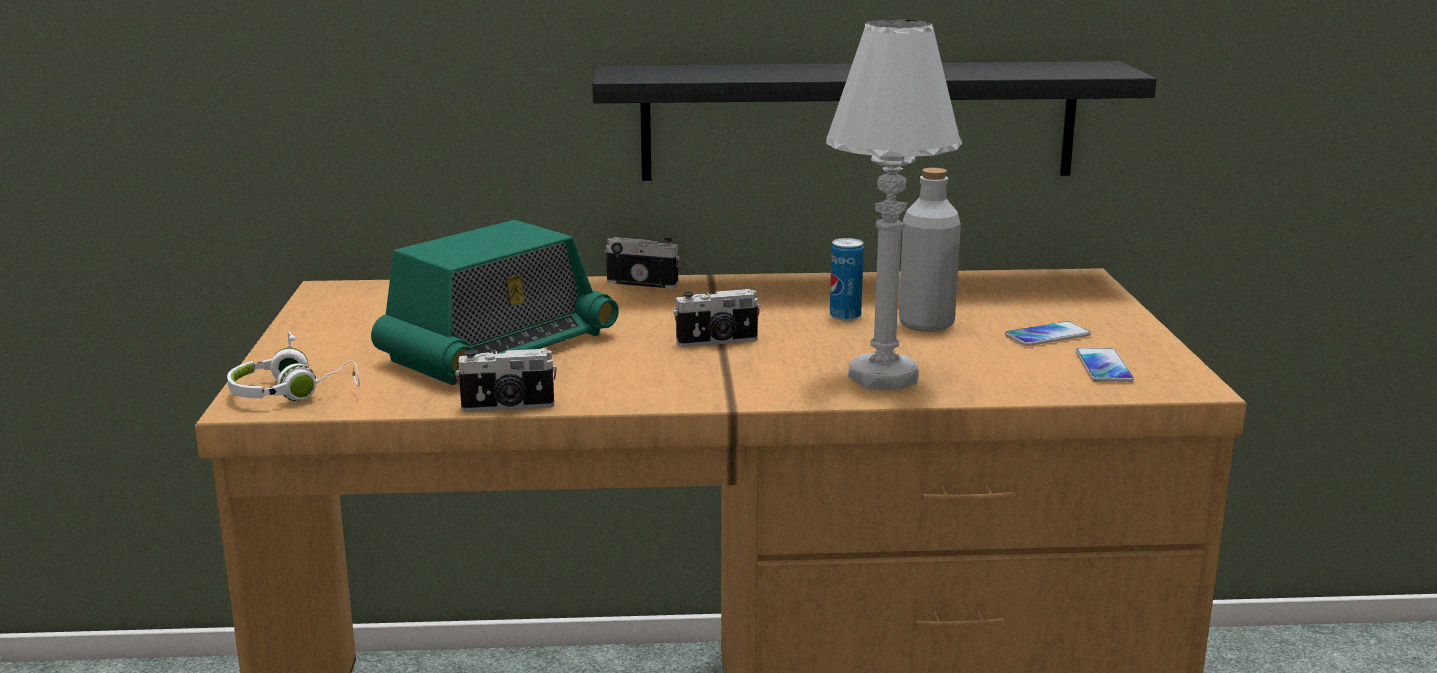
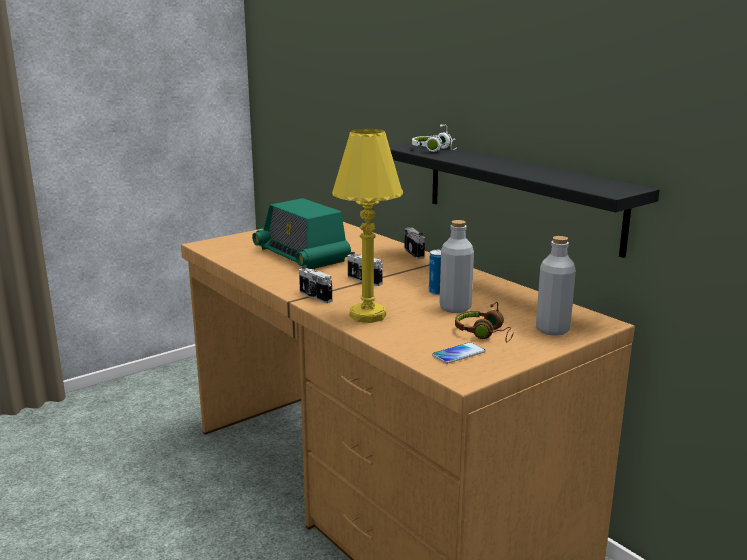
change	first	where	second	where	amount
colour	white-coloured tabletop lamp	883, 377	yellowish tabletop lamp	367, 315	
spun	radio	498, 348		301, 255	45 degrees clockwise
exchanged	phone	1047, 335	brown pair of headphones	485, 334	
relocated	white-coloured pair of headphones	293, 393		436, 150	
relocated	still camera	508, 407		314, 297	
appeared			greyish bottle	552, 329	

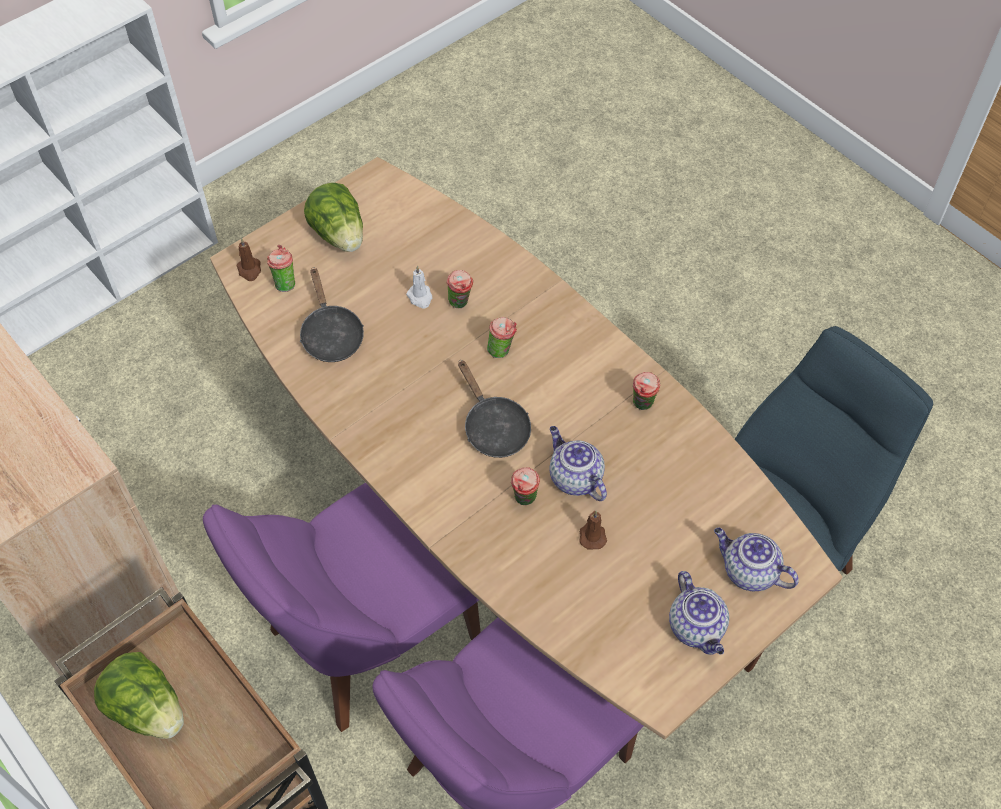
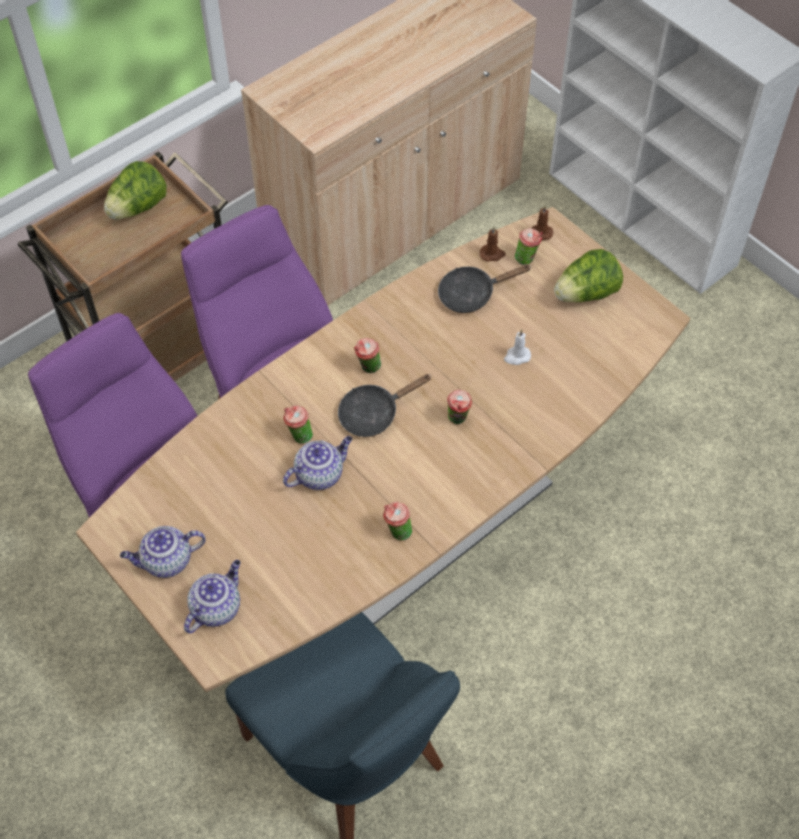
change	first	where	second	where	amount
relocated	drinking cup	460, 304		368, 368	
relocated	brown candle	592, 535		492, 254	

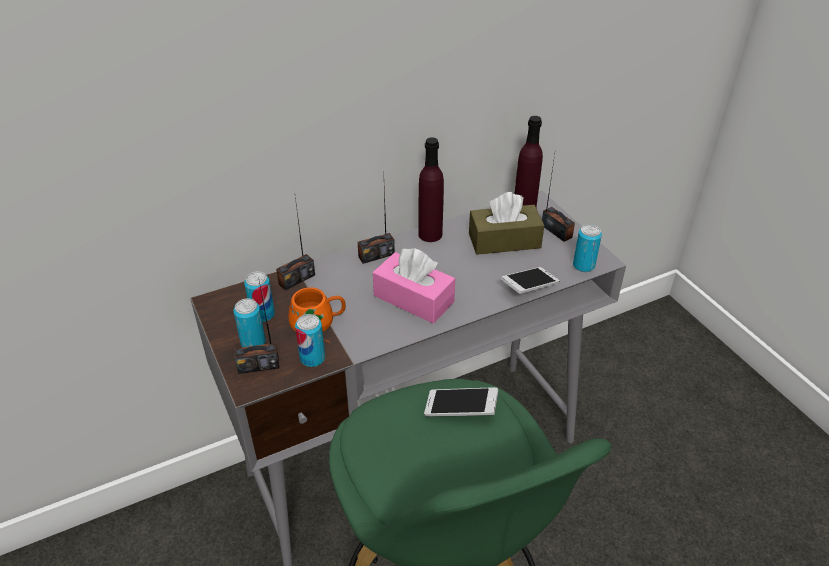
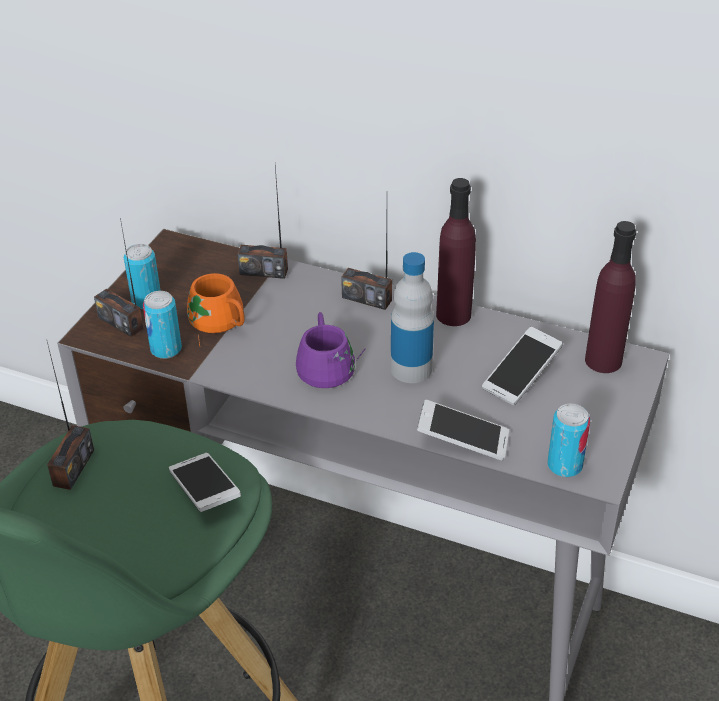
change	first	where	second	where	amount
relocated	radio	556, 231		73, 467	
exchanged	brown box of tissues	504, 241	phone	521, 375	
exchanged	pink box of tissues	413, 299	purplish tea mug	331, 364	
missing	can	263, 315			
appeared			bottle	411, 369	

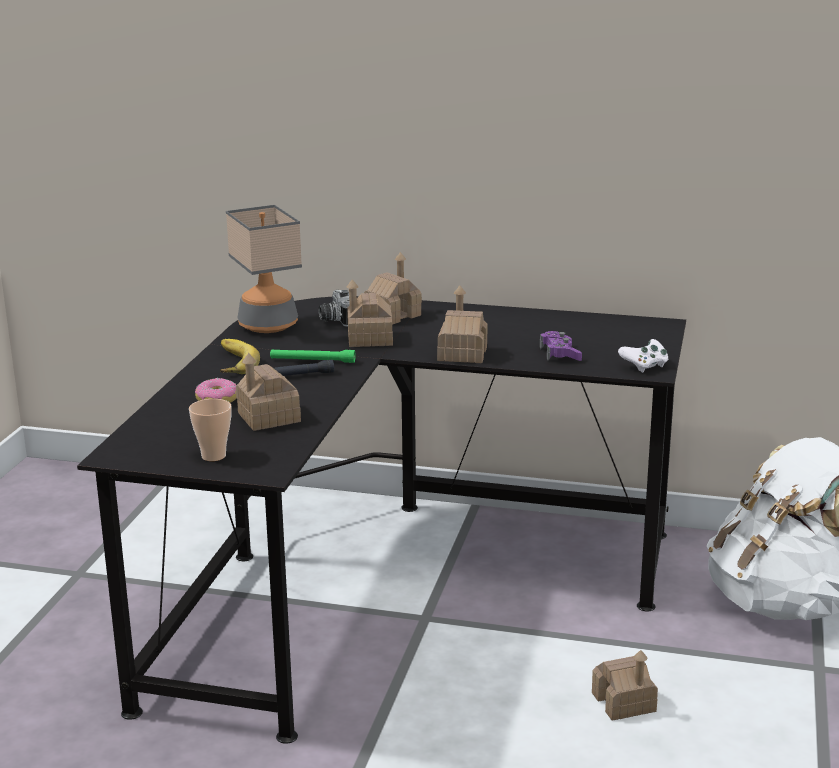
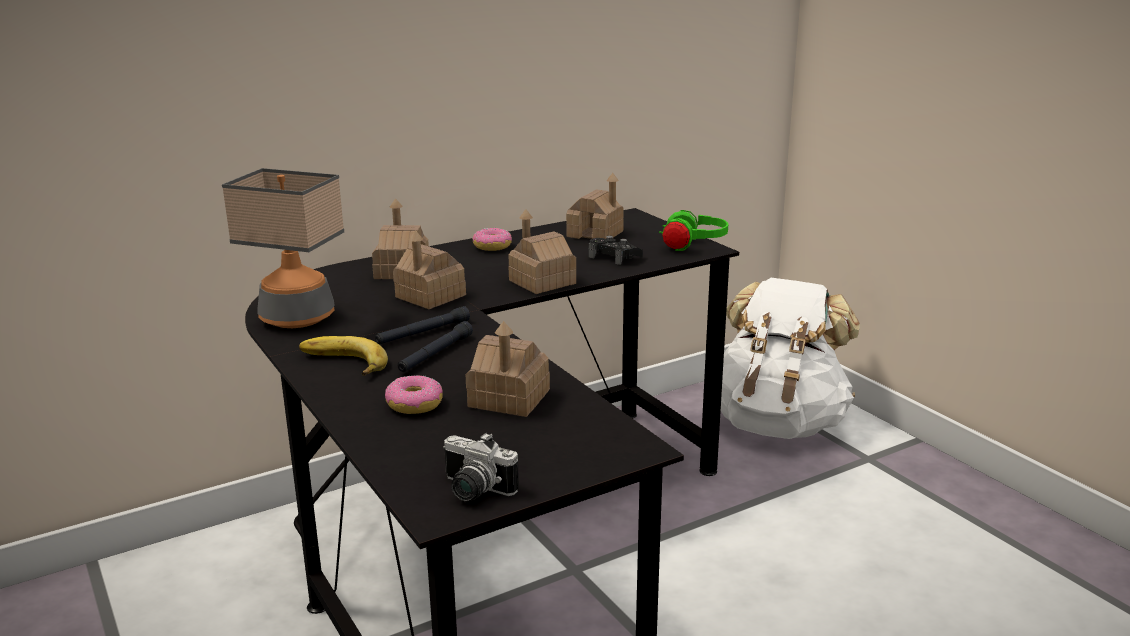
change	first	where	second	where	amount
relocated	still camera	334, 320		473, 491	
colour	purplish gamepad	560, 353	blackish gamepad	614, 257	
exchanged	white-coloured gamepad	644, 366	greenish pair of headphones	693, 246	
colour	greenish flashlight	312, 361	blackish flashlight	423, 333	
missing	drinking cup	213, 456			
relocated	toy house	624, 702		595, 234	
appeared			doughnut	492, 246	

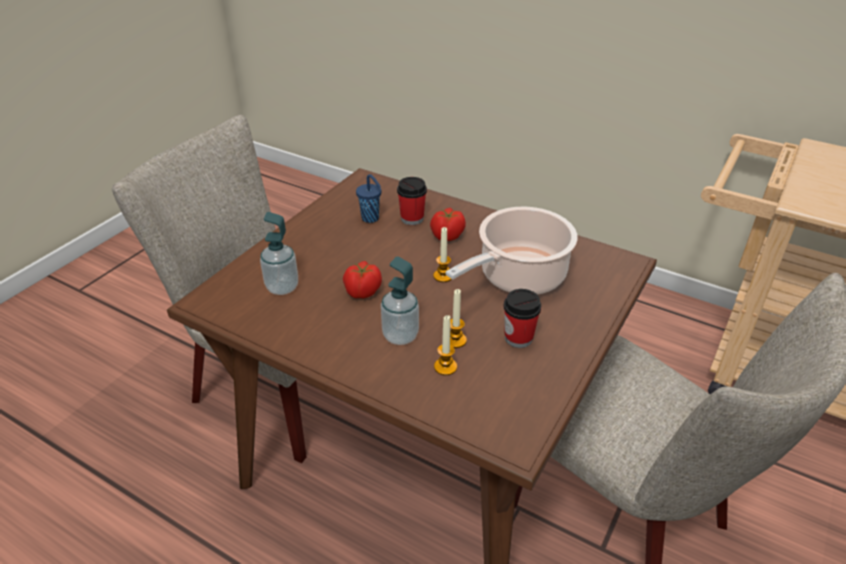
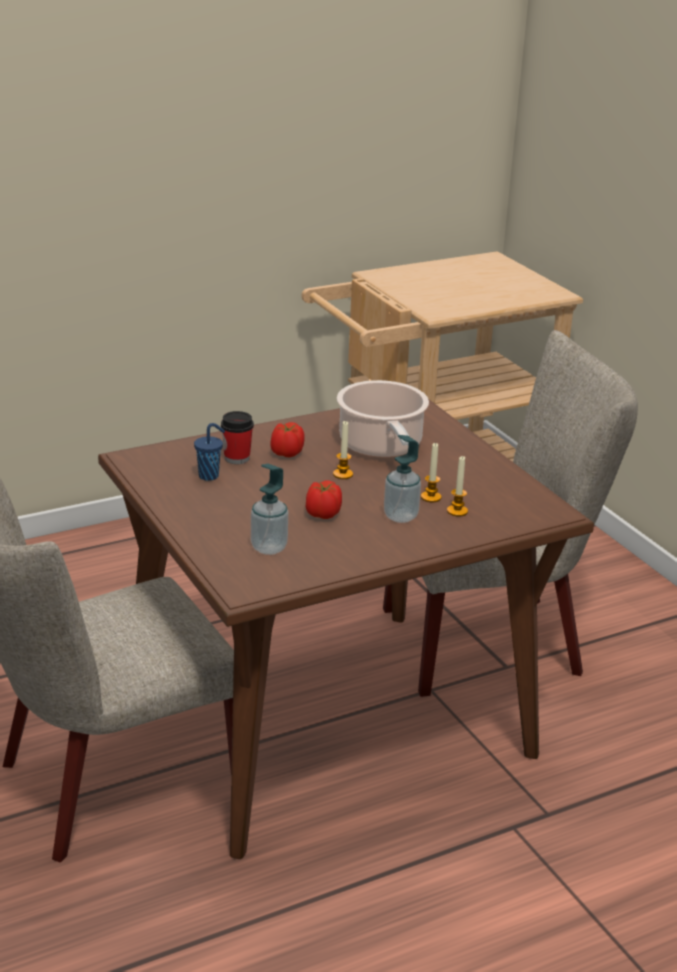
change	first	where	second	where	amount
missing	drinking cup	518, 338			

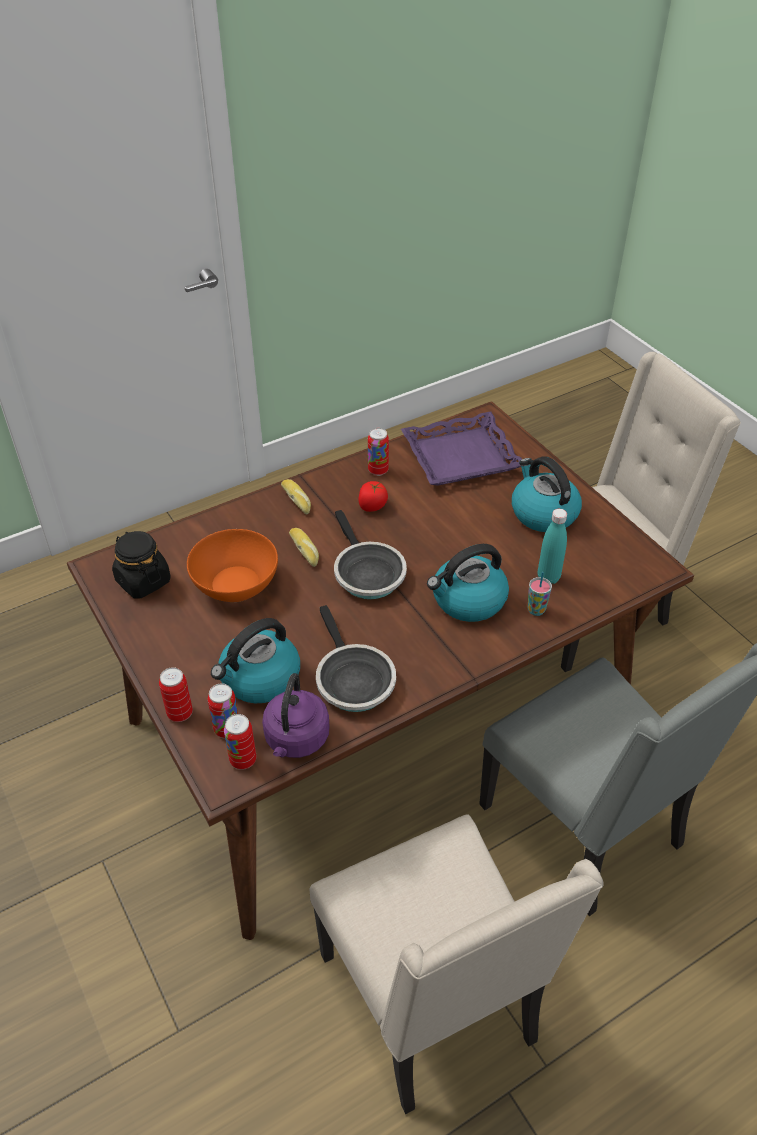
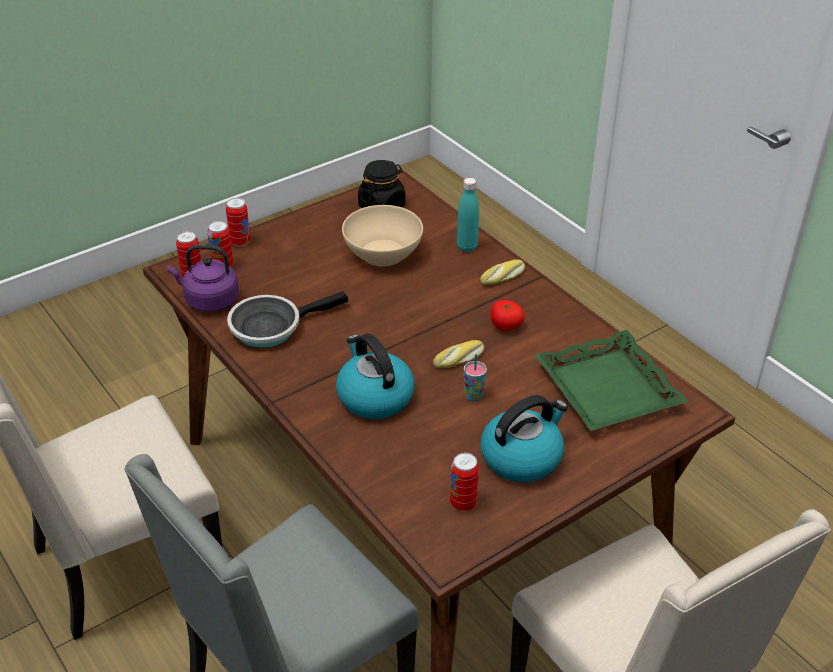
change	first	where	second	where	amount
colour	purplish tray	461, 457	greenish tray	606, 389	
relocated	can	378, 470		463, 503	
relocated	turquoise-coloured bottle	548, 577		467, 247	
missing	skillet	366, 573			
relocated	bread	305, 550		459, 360	
colour	orangey bowl	236, 584	beige bowl	383, 253	
relocated	drinking cup	536, 610		473, 396	
missing	kettle	259, 679			

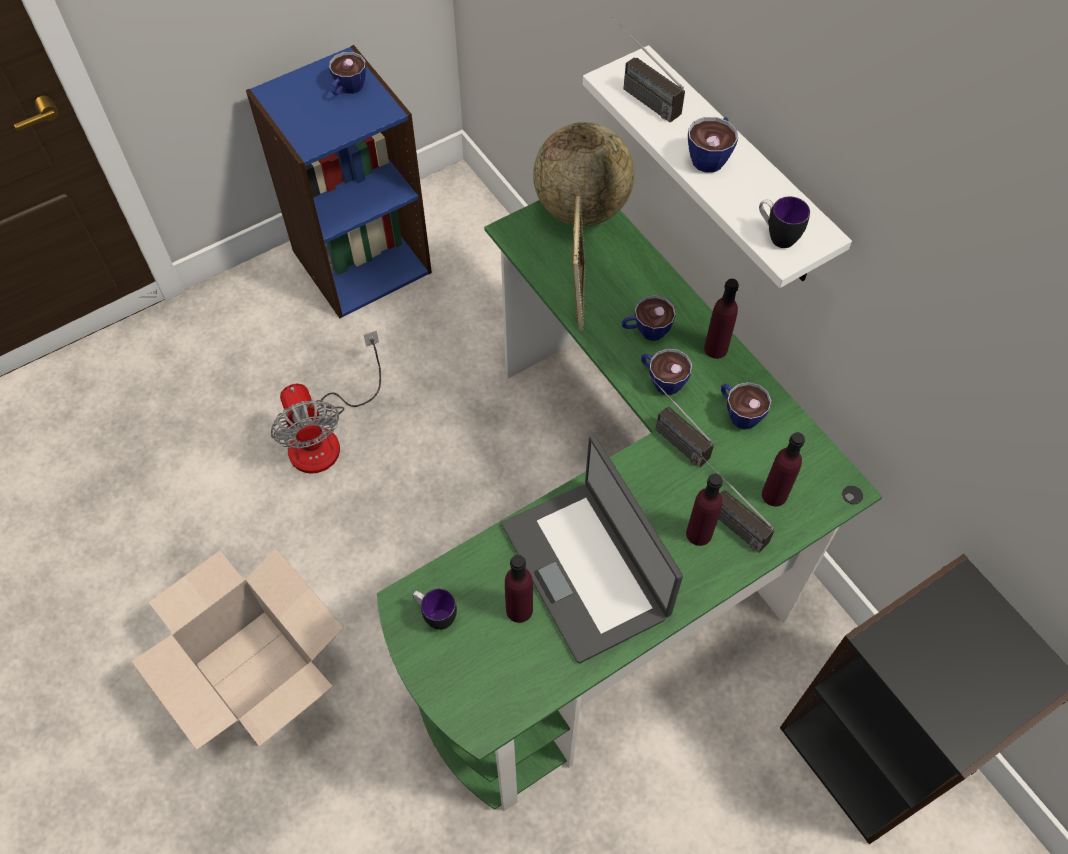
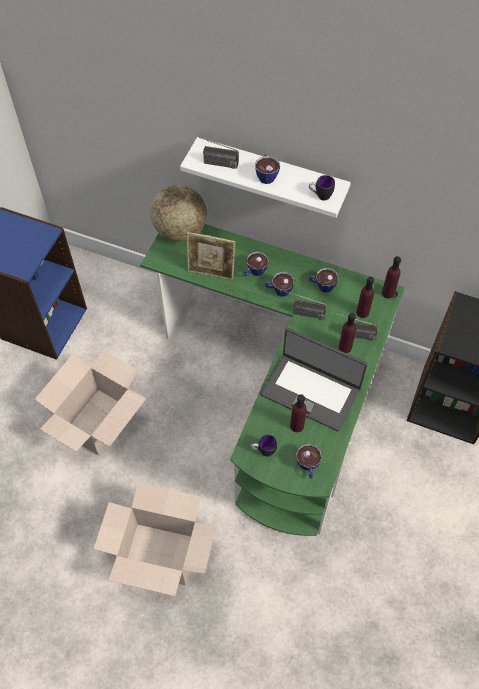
change	first	where	second	where	amount
relocated	drinking cup	348, 89		308, 467	
spun	photo frame	578, 296		211, 273	135 degrees clockwise
relocated	purplish bottle	715, 349		388, 293	
exchanged	electric fan	326, 435	cardboard box	98, 421	

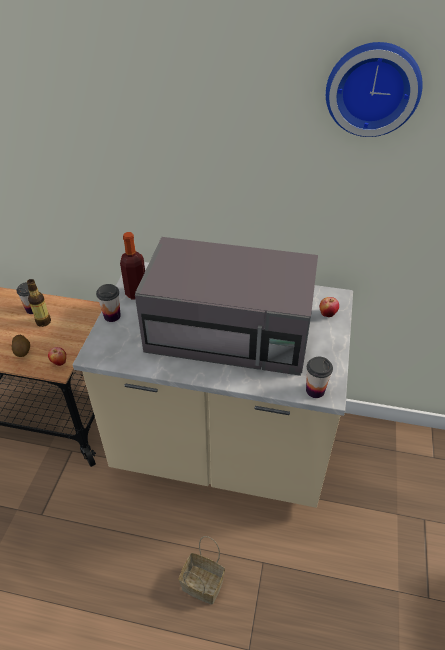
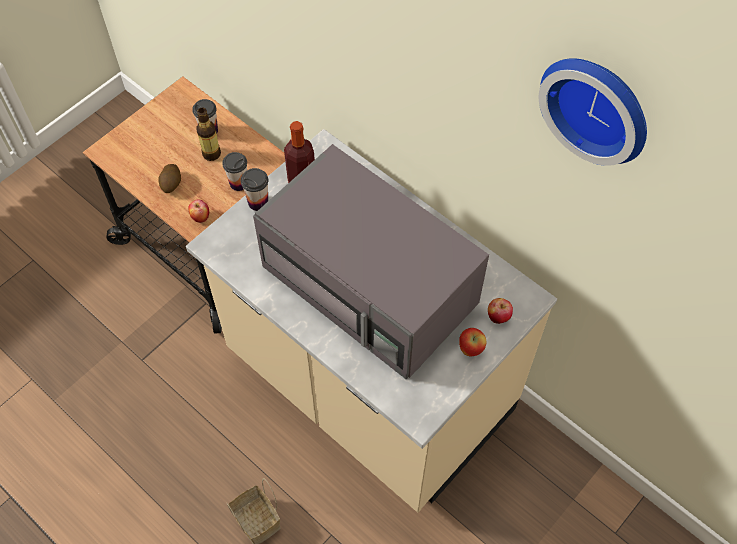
change	first	where	second	where	amount
relocated	drinking cup	315, 390		238, 183	
appeared			apple fruit	471, 348	

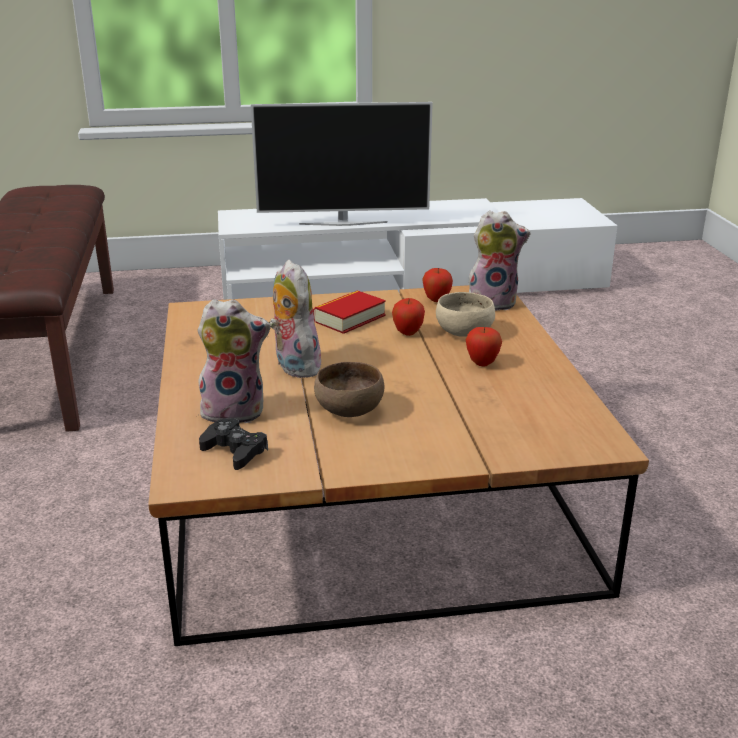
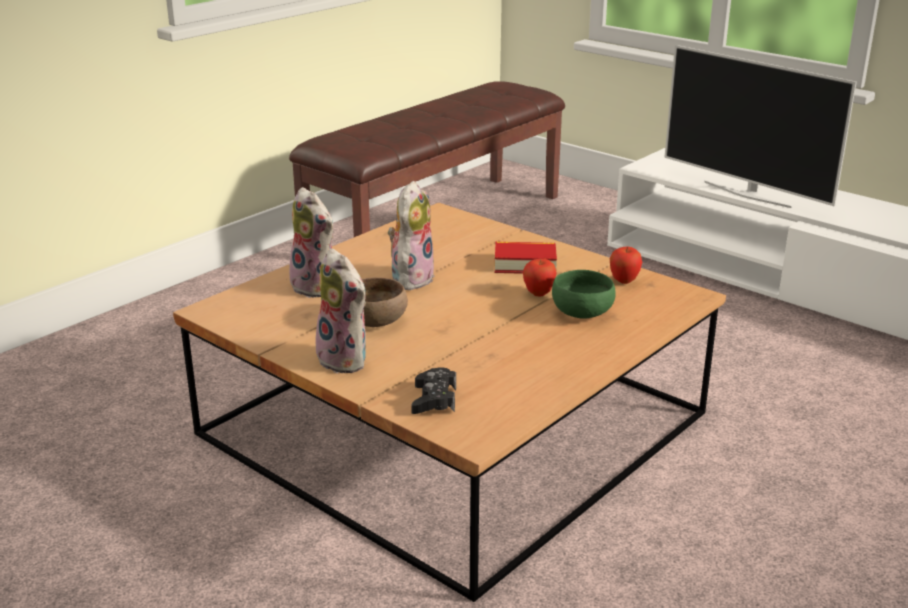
change	first	where	second	where	amount
relocated	plush toy	492, 303		346, 360	
colour	beige bowl	463, 332	greenish bowl	582, 313	
missing	apple fruit	482, 363			
relocated	blackish gamepad	234, 451		434, 399	

